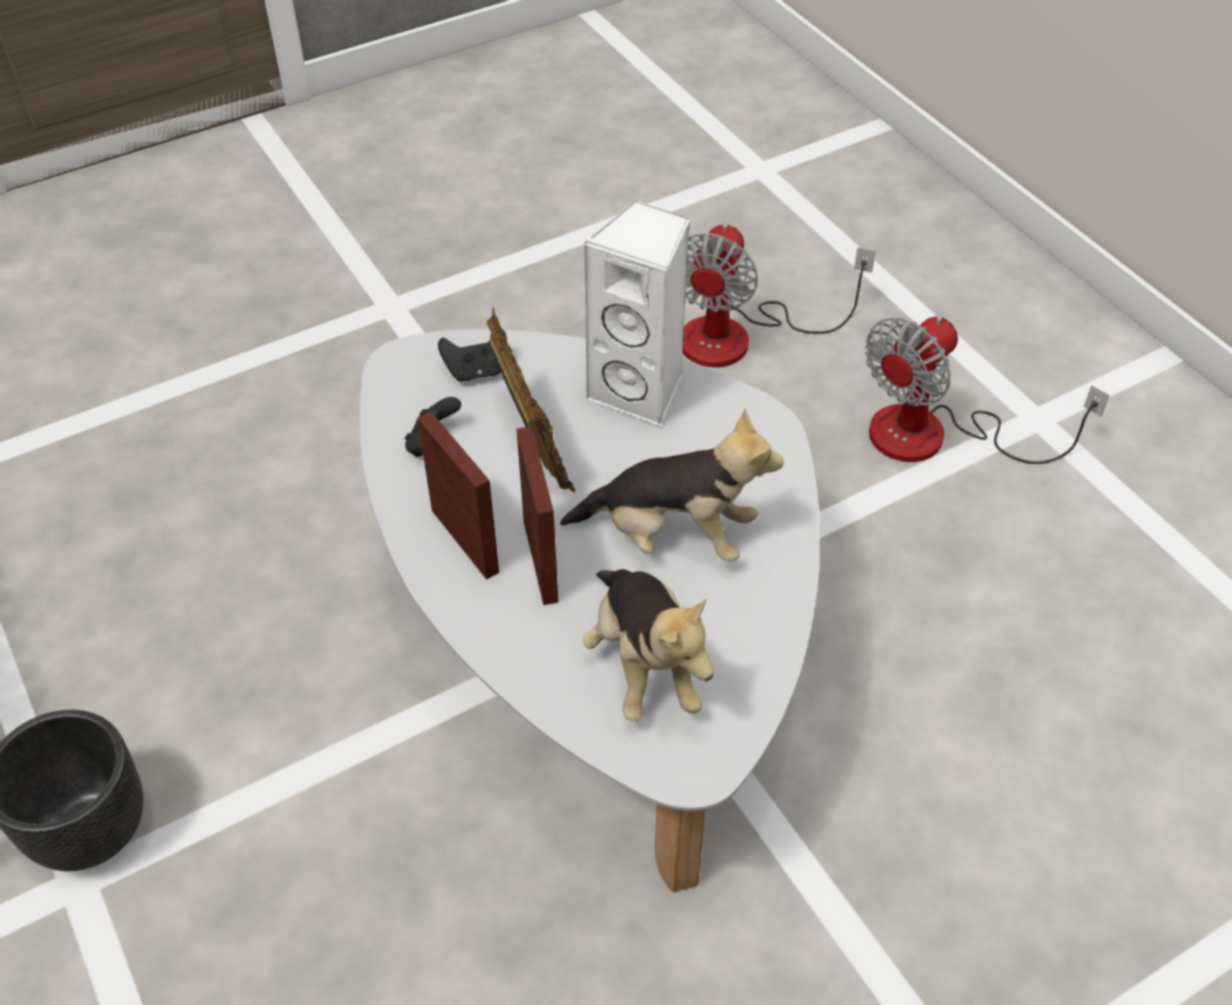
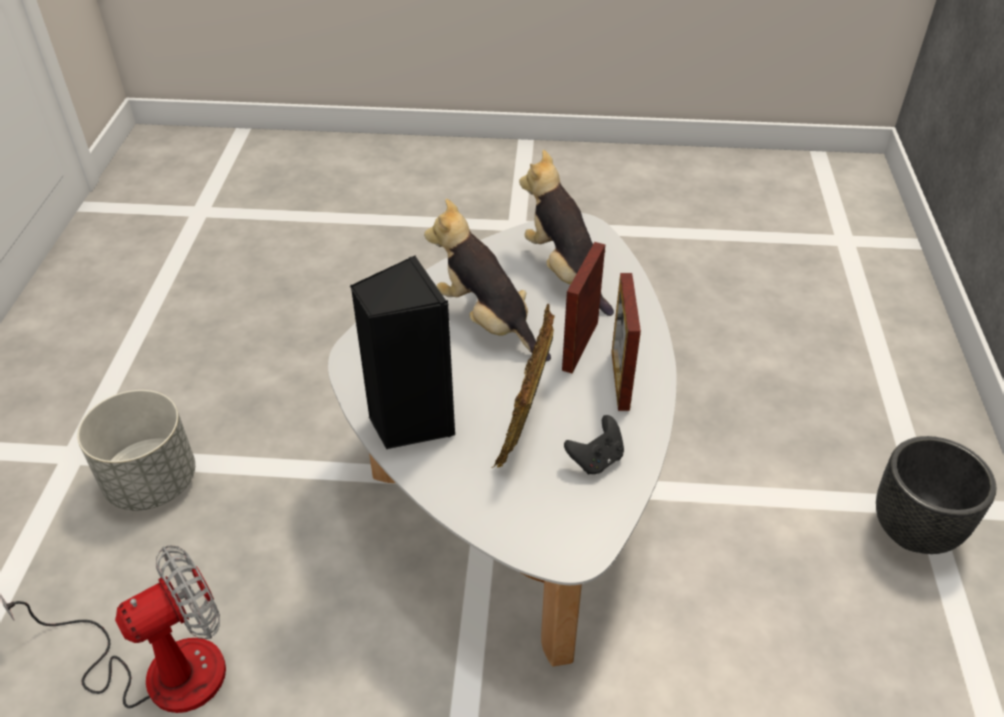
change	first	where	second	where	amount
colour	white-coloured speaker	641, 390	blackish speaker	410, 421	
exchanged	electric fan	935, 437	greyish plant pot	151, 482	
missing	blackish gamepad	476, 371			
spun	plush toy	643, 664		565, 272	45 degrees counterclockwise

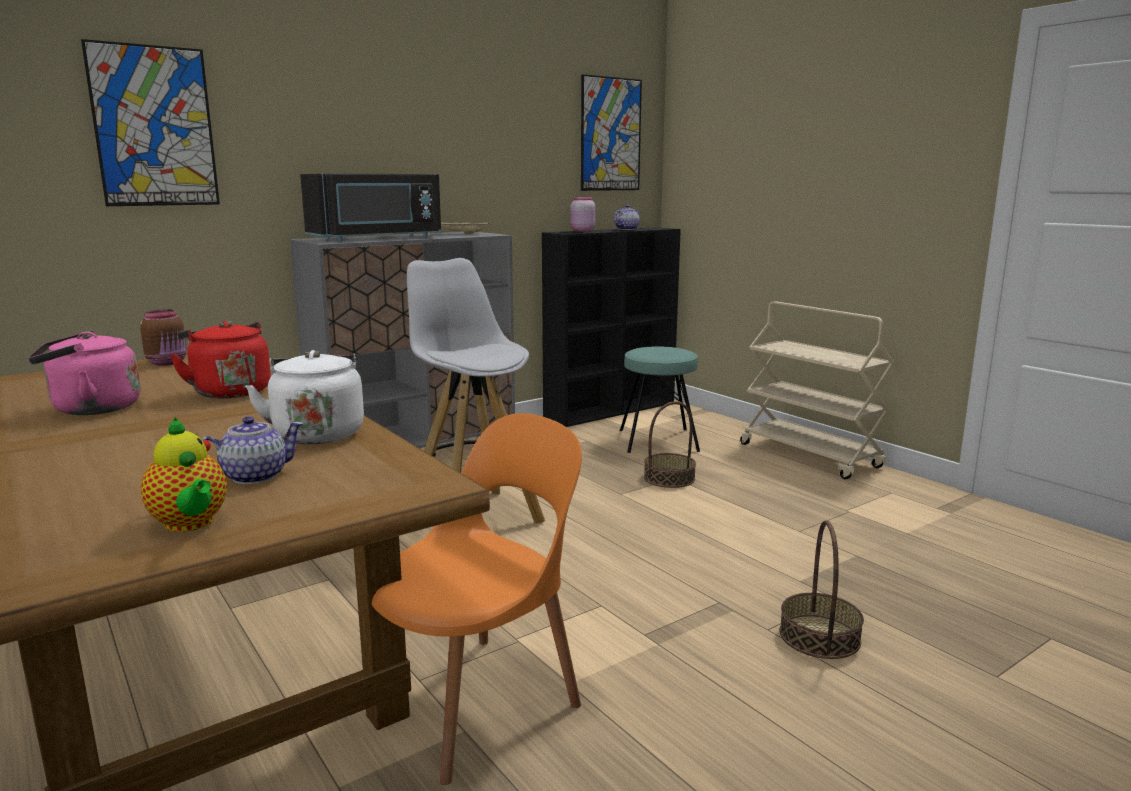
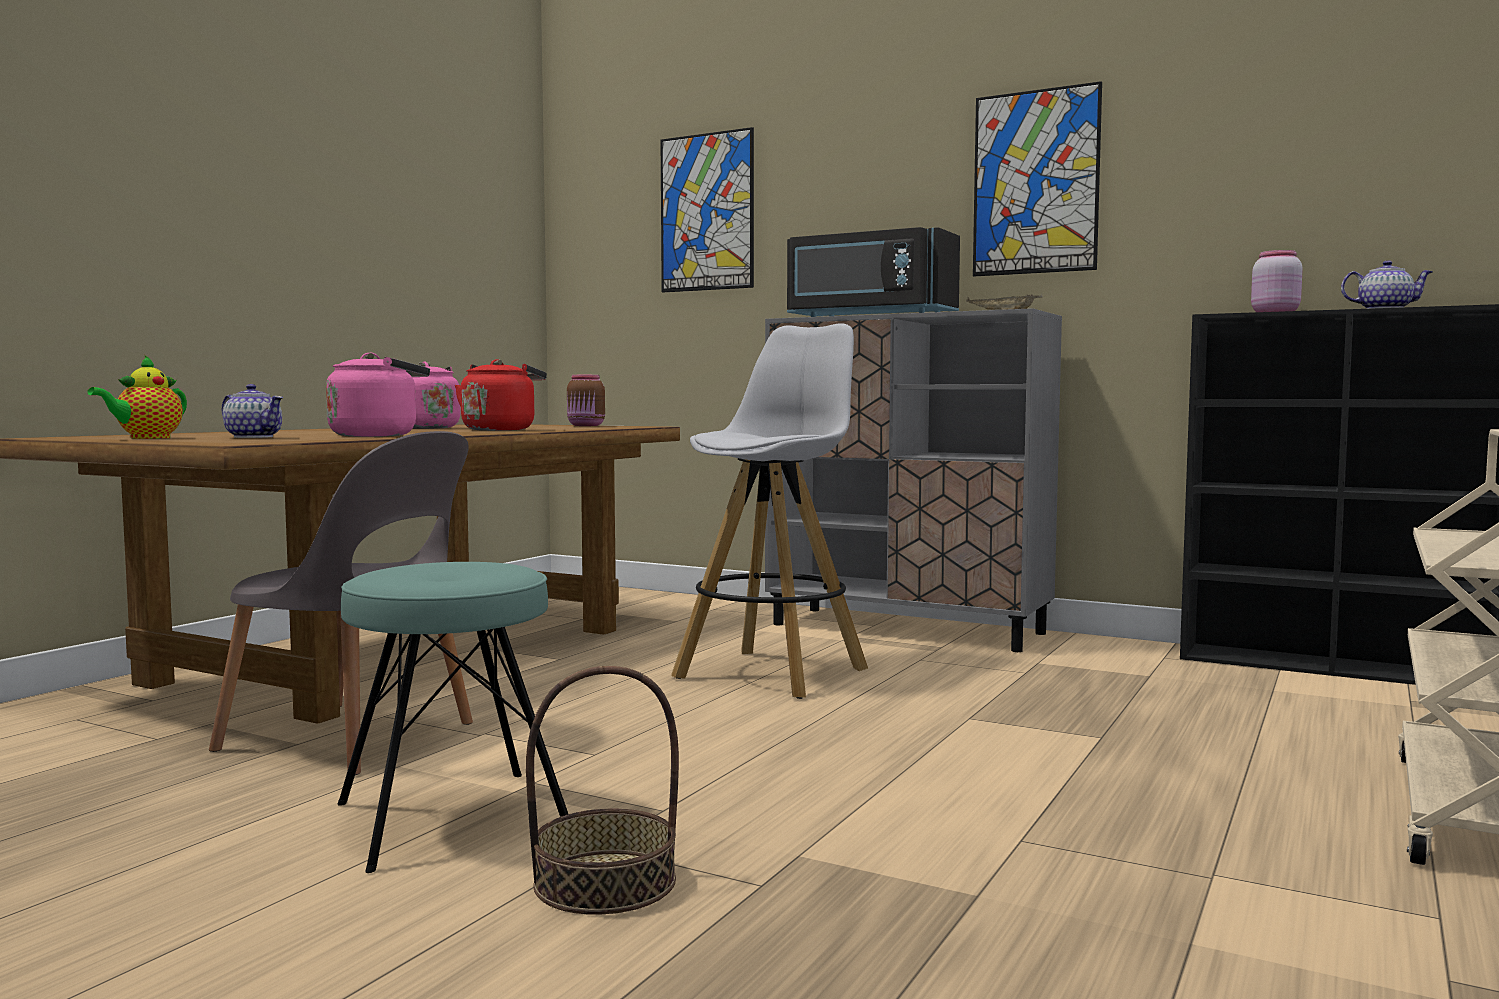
change	first	where	second	where	amount
relocated	wall art	610, 134		1035, 182	
relocated	turquoise-coloured stool seat	658, 440		451, 819	
colour	white-coloured kettle	318, 433	pink kettle	378, 436	
missing	basket	669, 478			
colour	orangey plain chair	477, 699	greyish plain chair	354, 738	

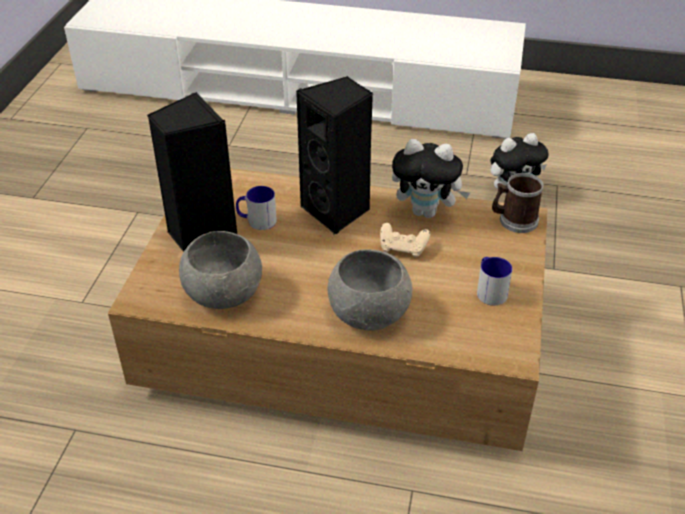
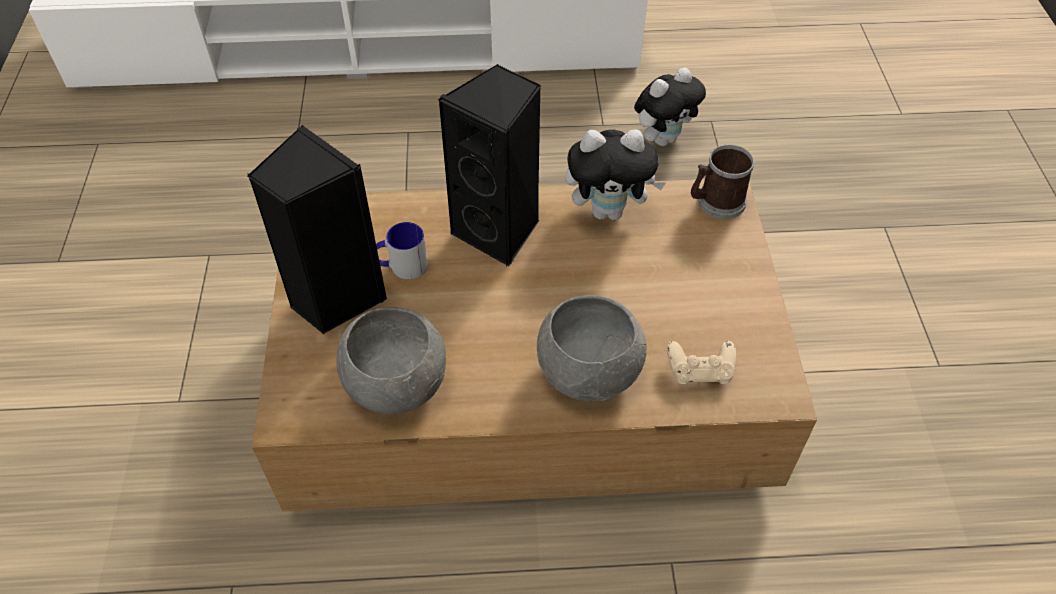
change	first	where	second	where	amount
relocated	beige gamepad	403, 248		700, 371	
missing	tea mug	489, 290			

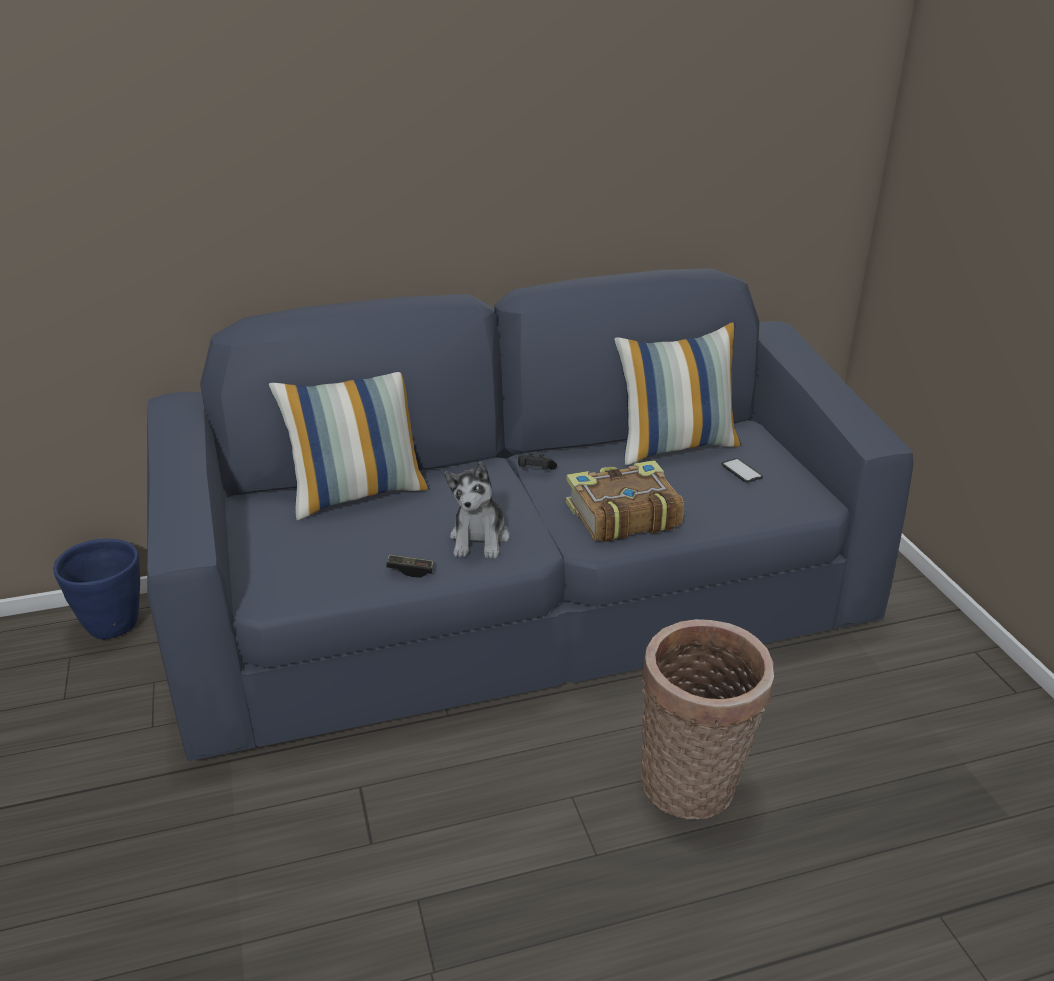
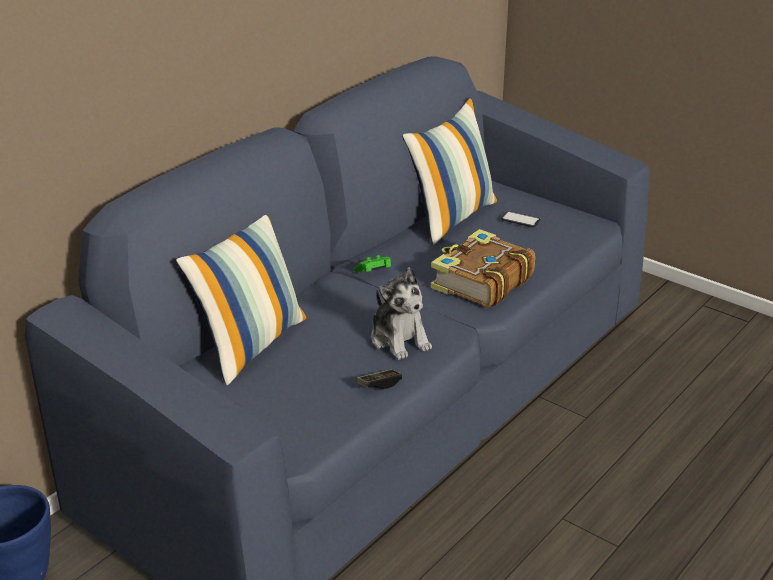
change	first	where	second	where	amount
colour	blackish gamepad	535, 470	greenish gamepad	374, 272	
missing	basket	693, 786			

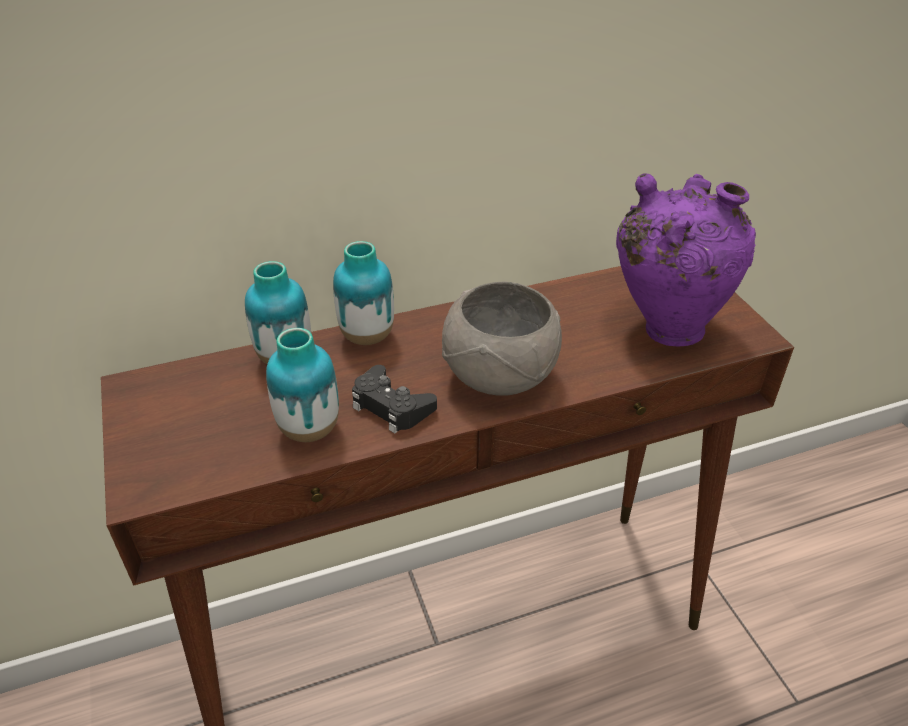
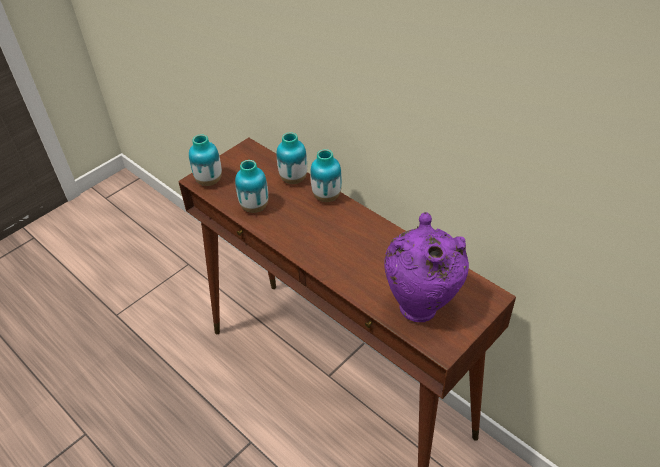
change	first	where	second	where	amount
missing	greyish bowl	499, 376			
missing	blackish gamepad	391, 406			
appeared			flower vase	209, 181	

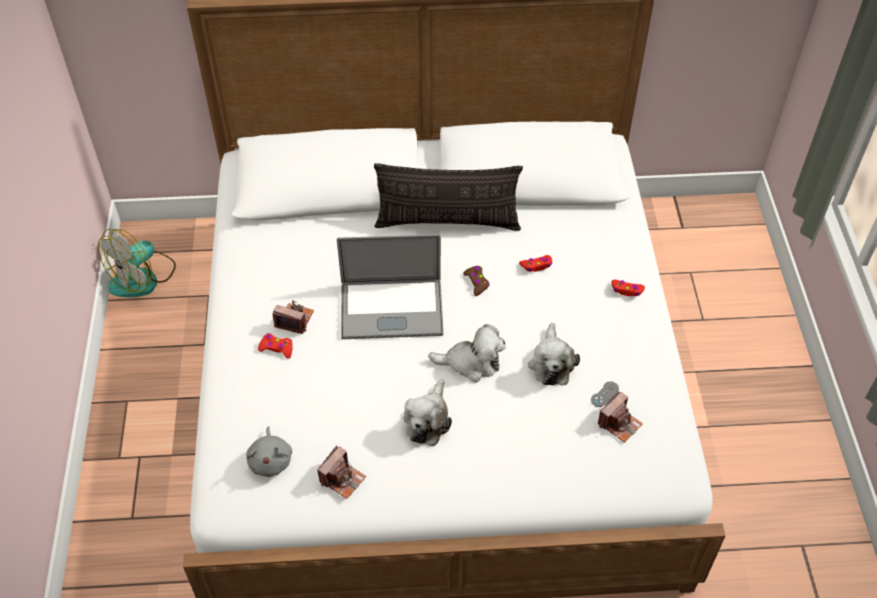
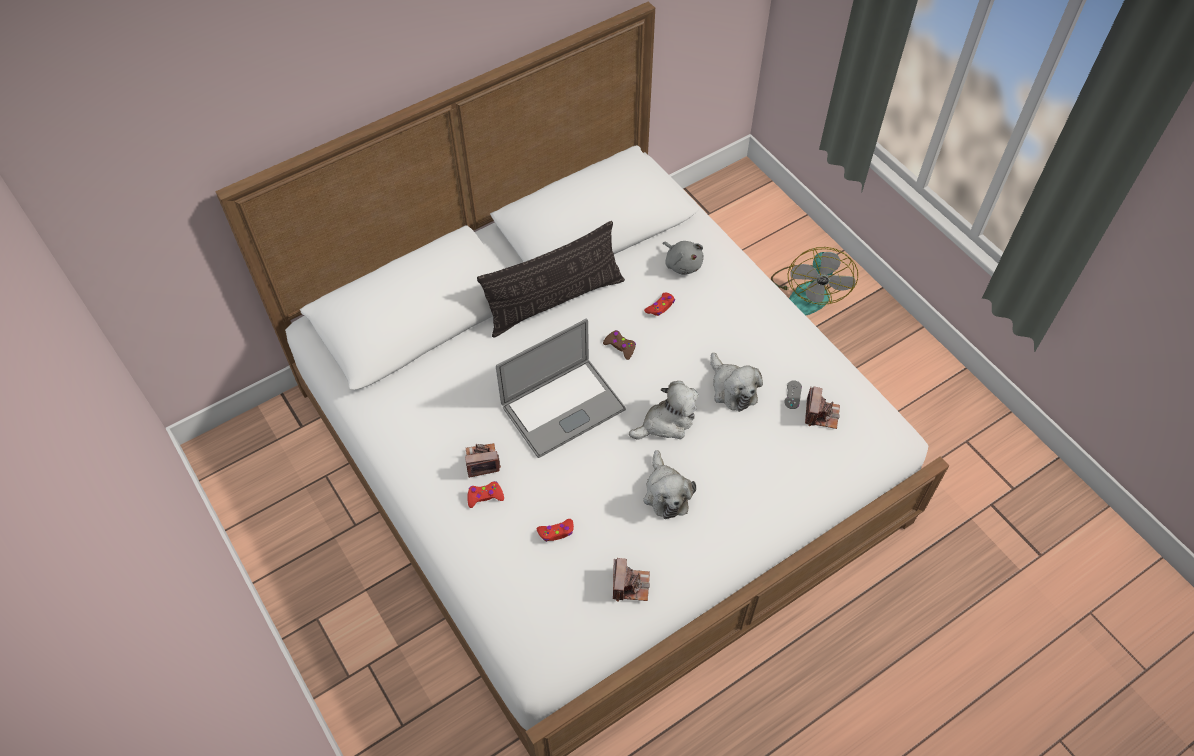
change	first	where	second	where	amount
relocated	electric fan	142, 277		808, 291	
relocated	red gamepad	627, 290		556, 532	
relocated	greyish plush toy	271, 460		682, 264	

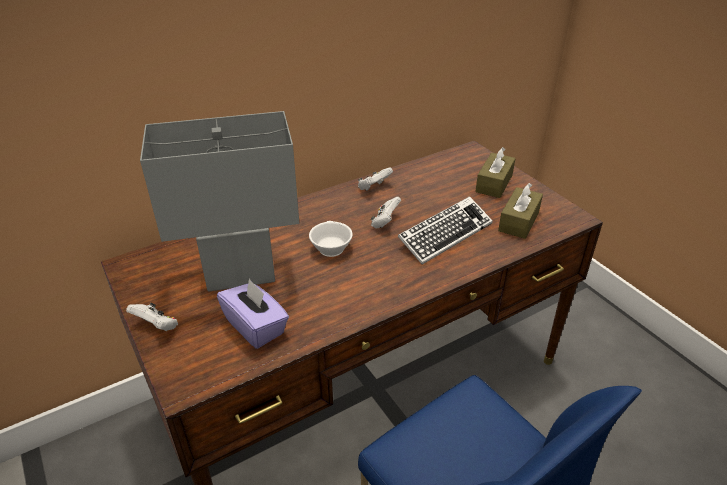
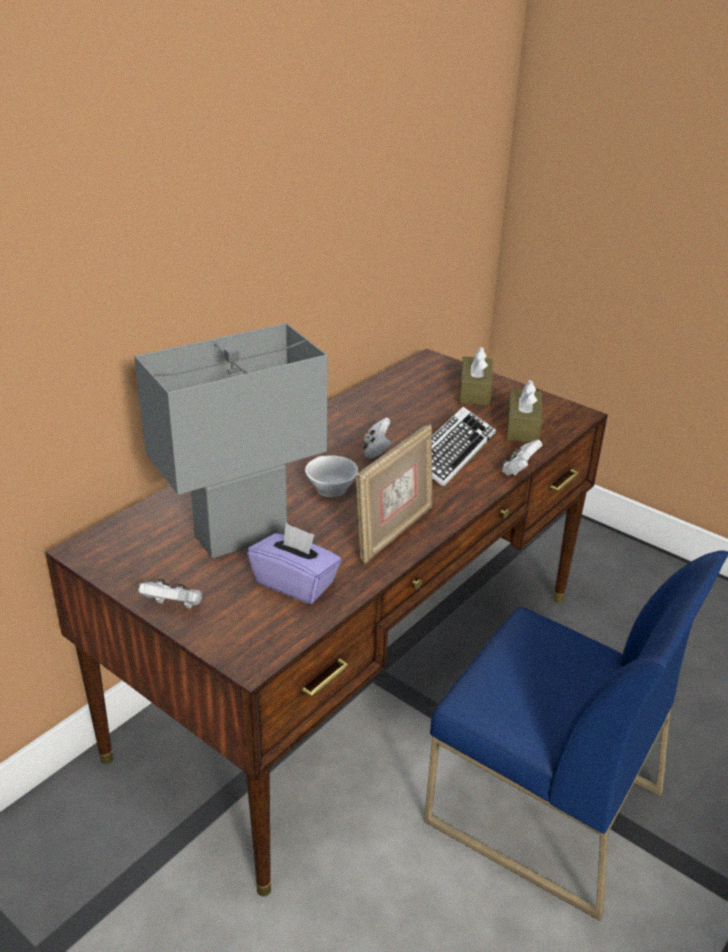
change	first	where	second	where	amount
relocated	white-coloured gamepad	373, 187		519, 470	
appeared			photo frame	394, 532	

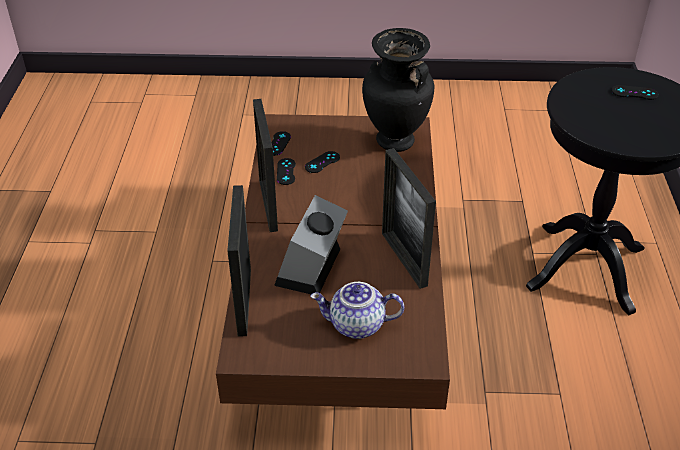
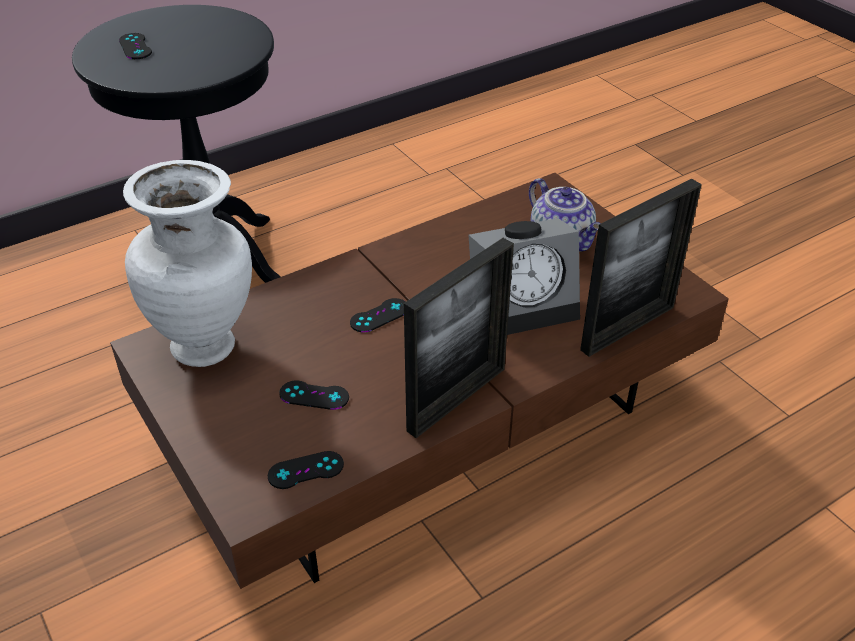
change	first	where	second	where	amount
colour	blackish flower vase	394, 142	white-coloured flower vase	207, 347	
missing	photo frame	404, 259			
relocated	blackish gamepad	286, 171		379, 315	

